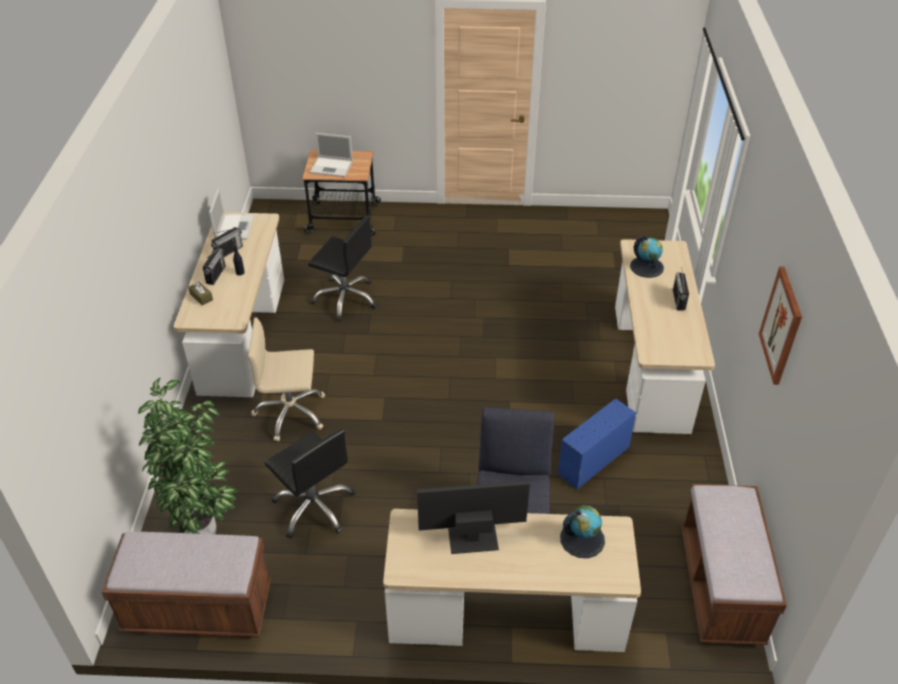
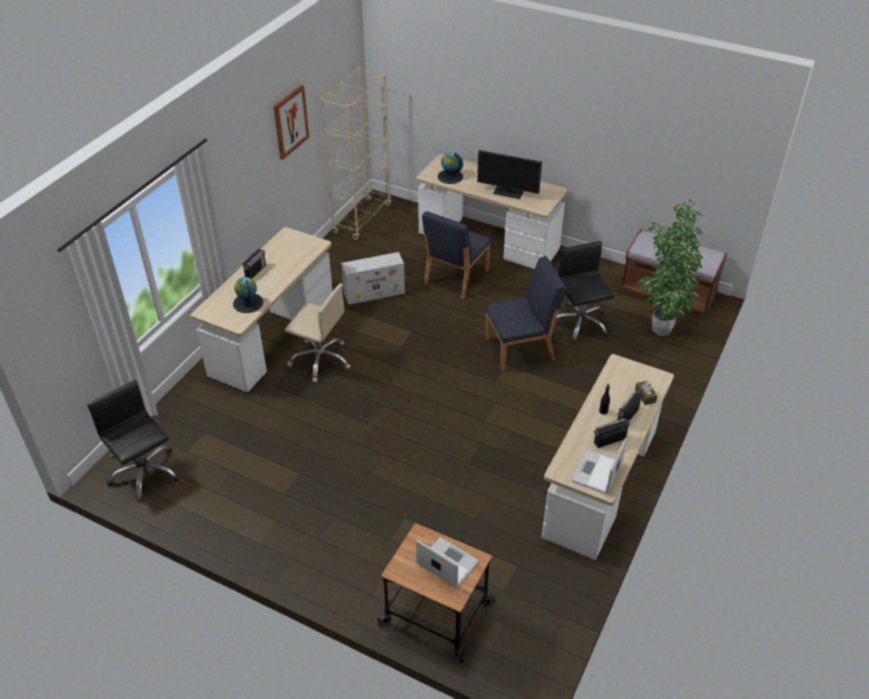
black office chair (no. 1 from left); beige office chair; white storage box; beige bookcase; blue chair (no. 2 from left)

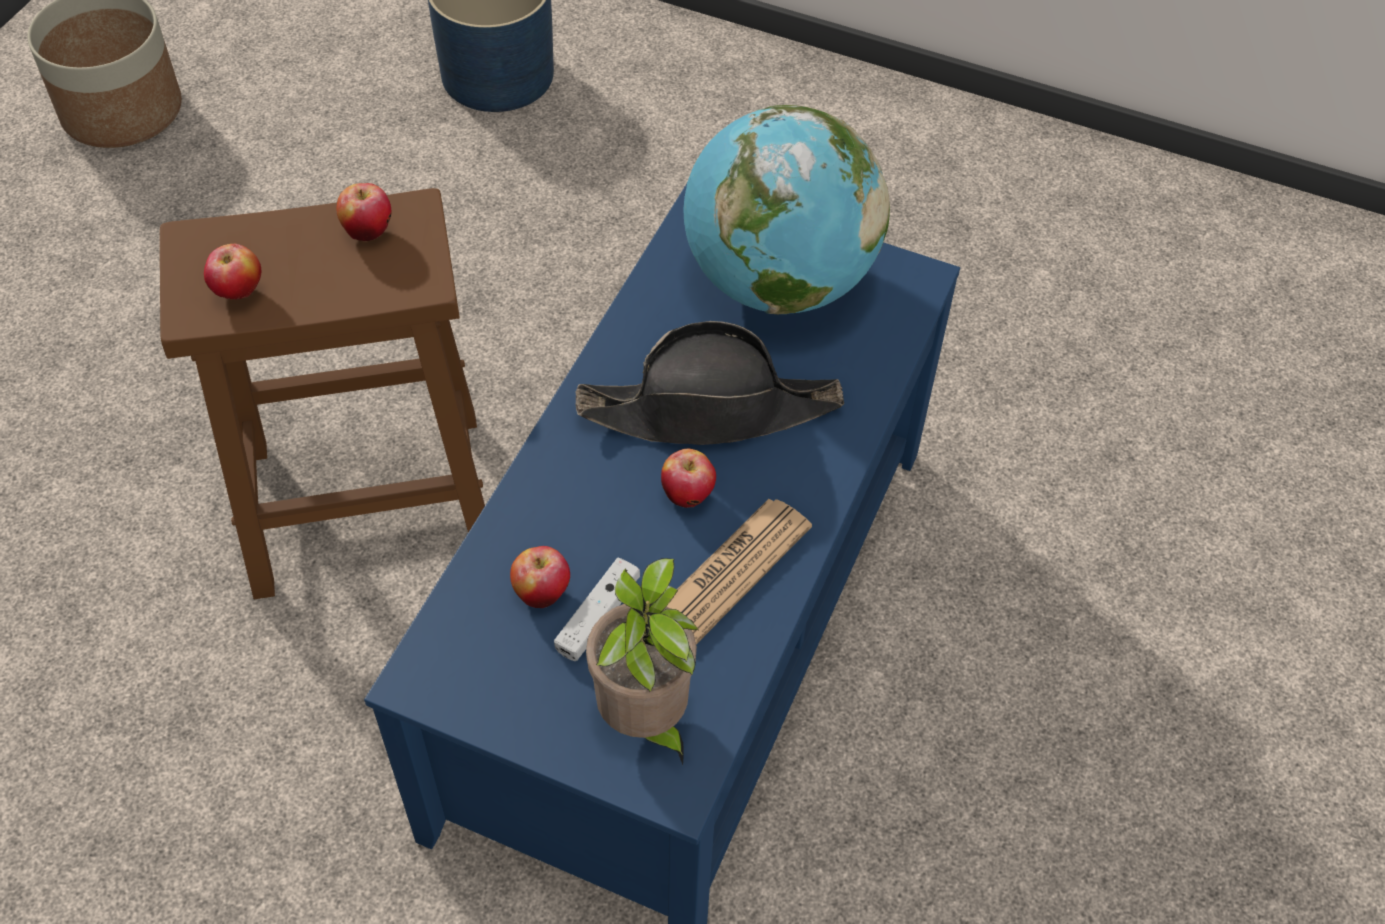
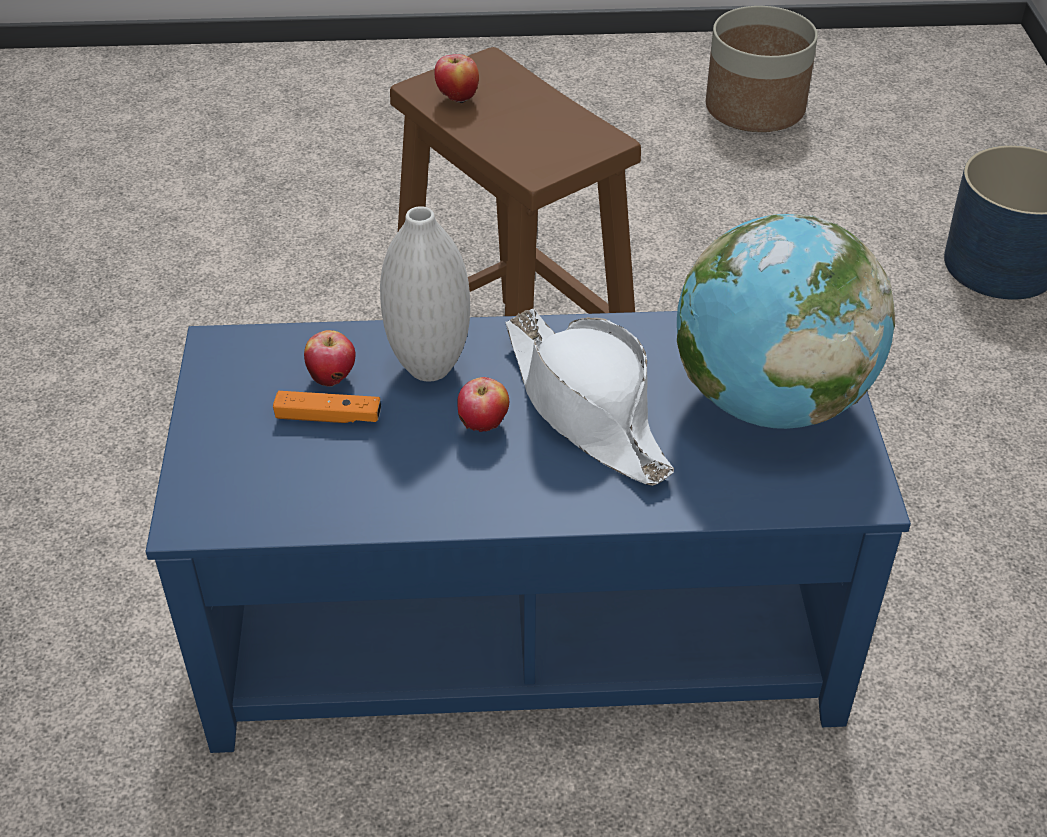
apple (no. 2 from left in the first image); white hat; newspaper; orange game controller; potted plant; white vase

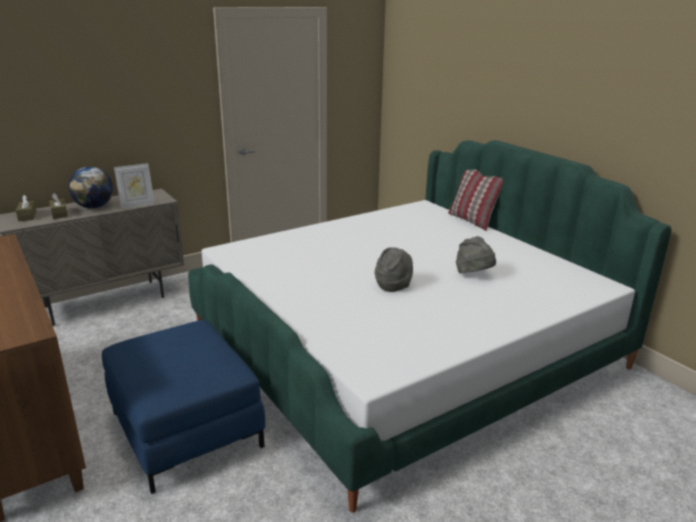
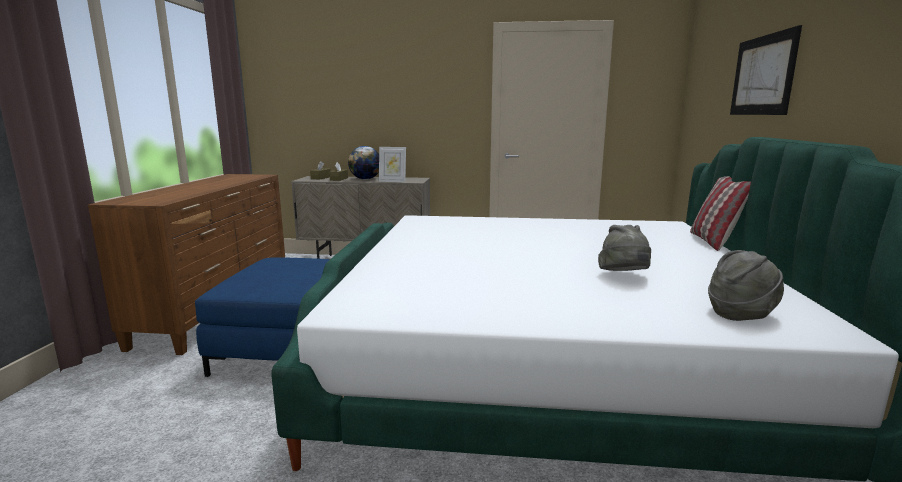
grey hat (no. 2 from left); picture

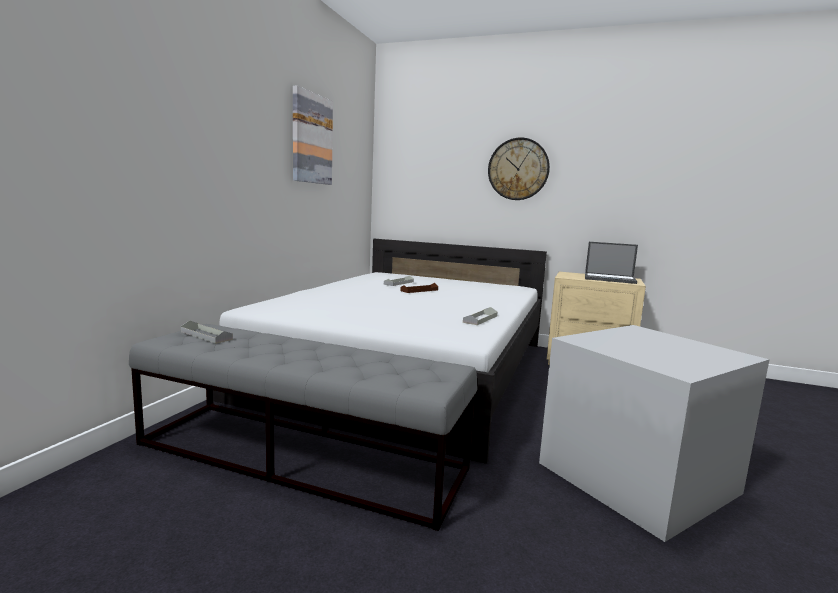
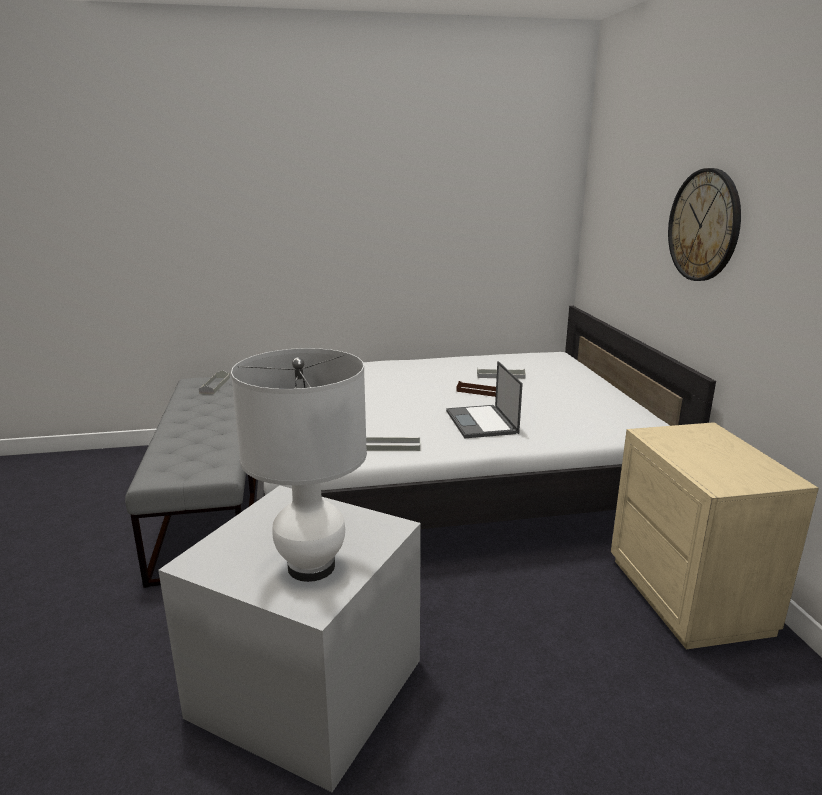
picture; laptop; white table lamp

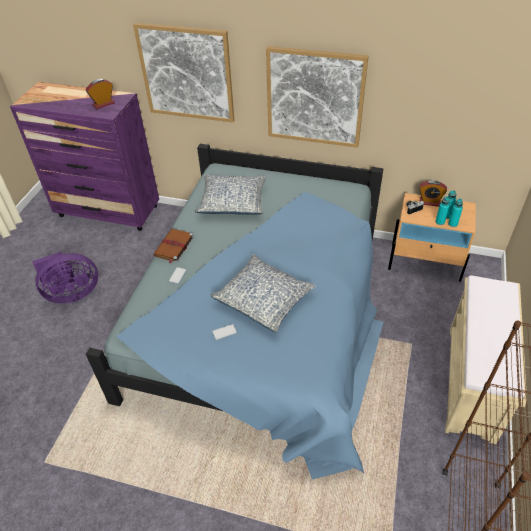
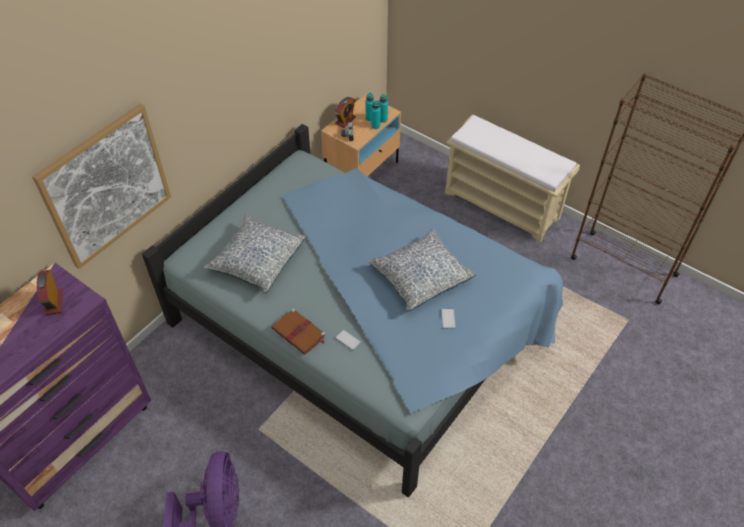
picture (no. 2 from left in the first image)

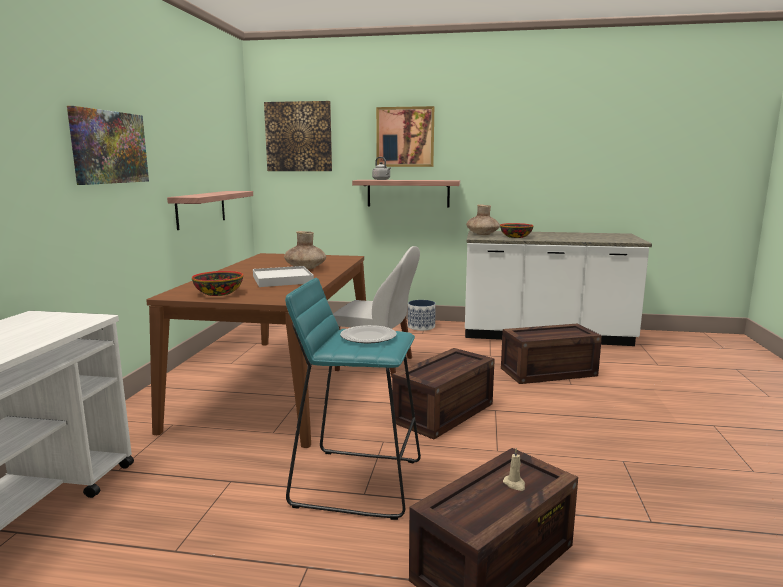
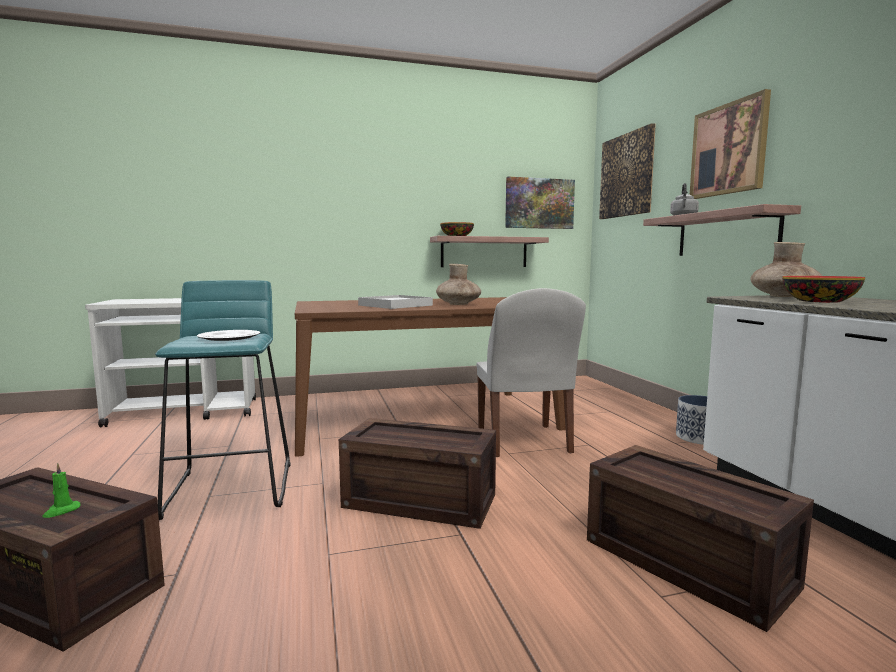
picture (no. 1 from left); bowl (no. 1 from left); green candle

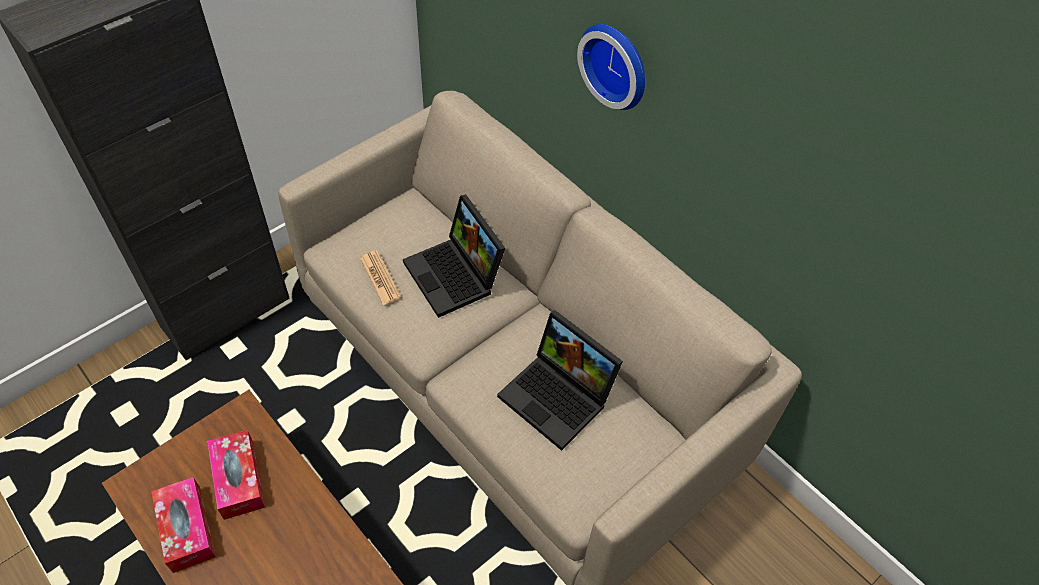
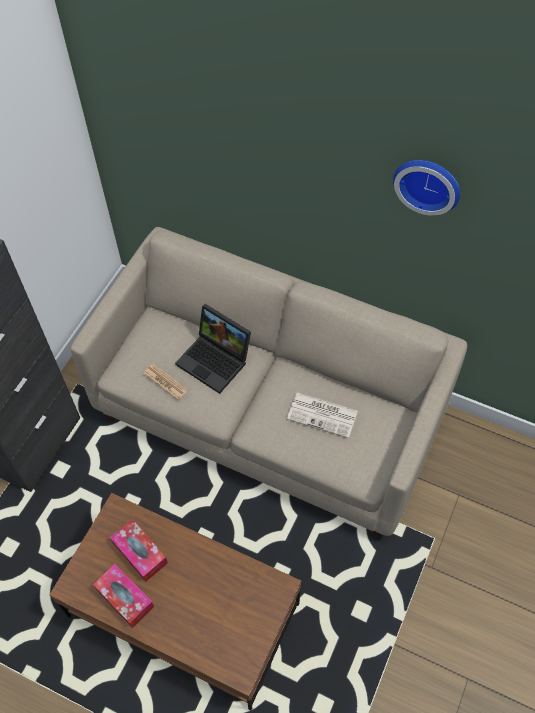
wall clock; newspaper (no. 2 from left)

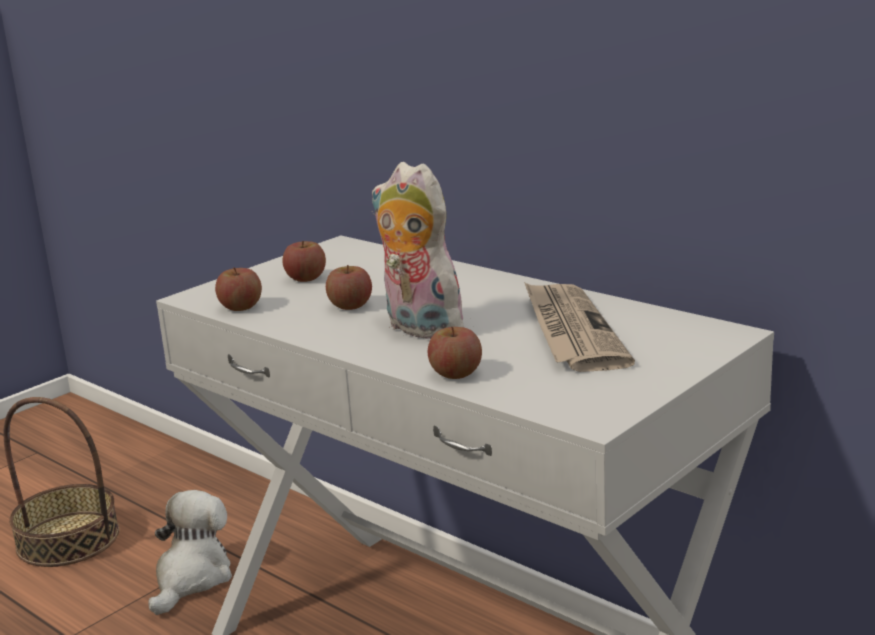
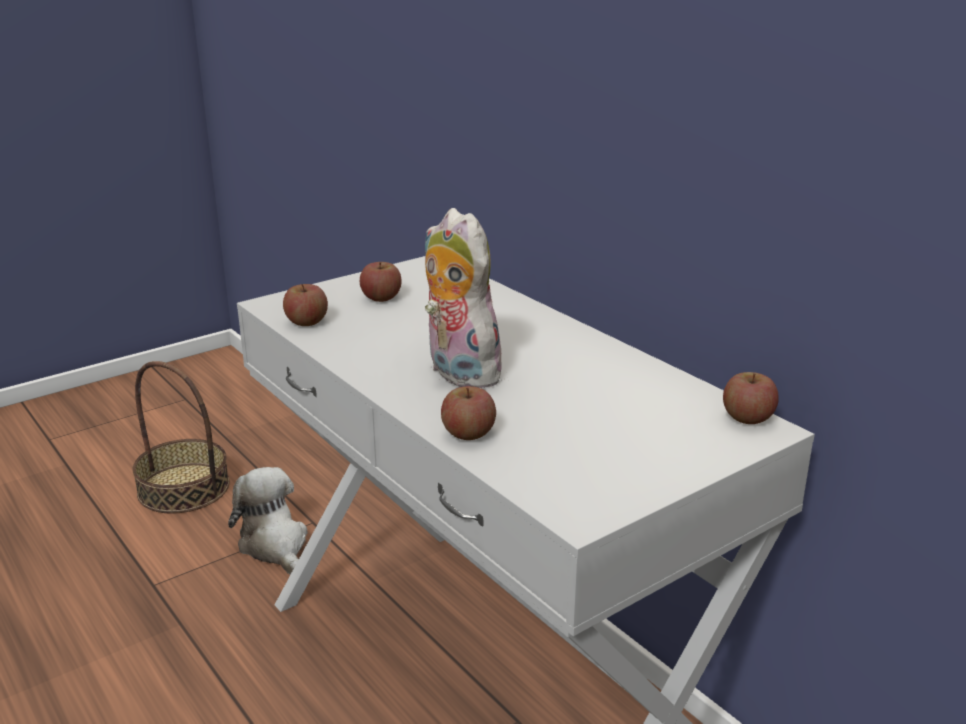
apple (no. 4 from left); newspaper; plush toy (no. 1 from left)

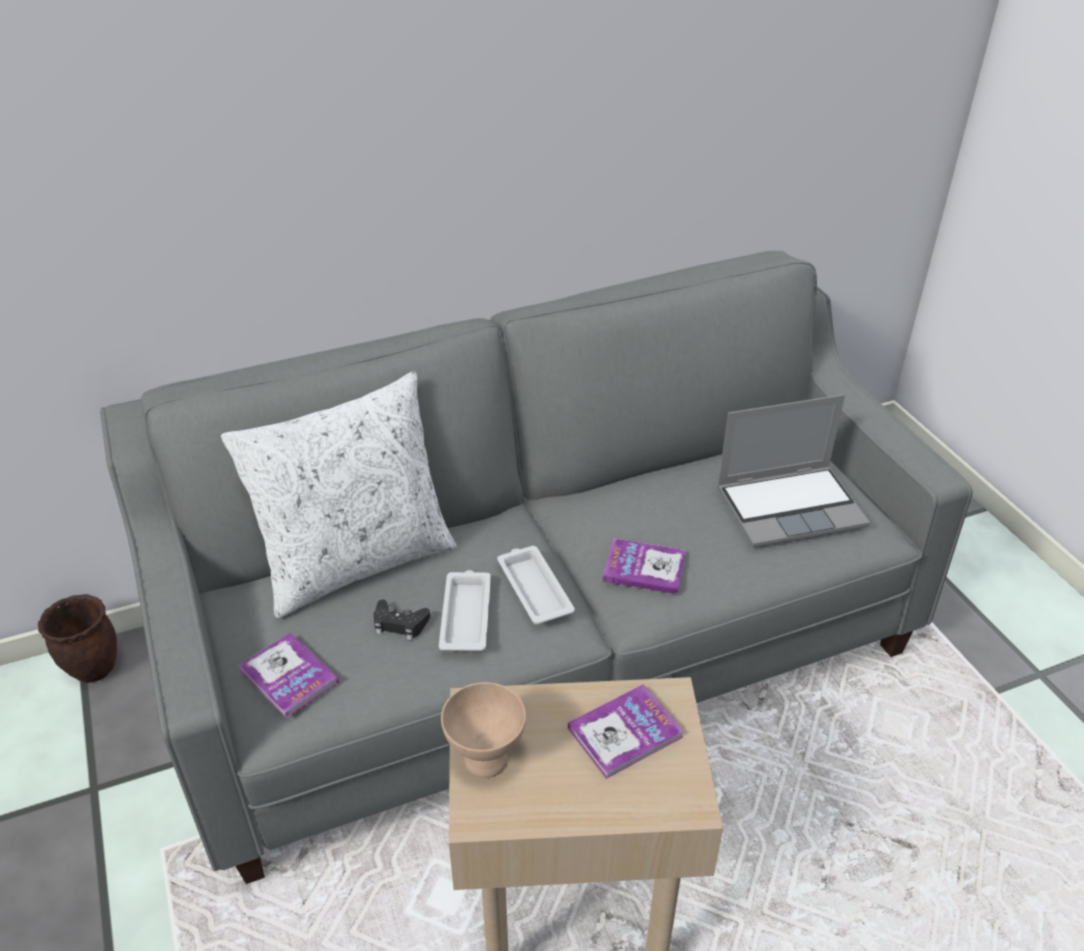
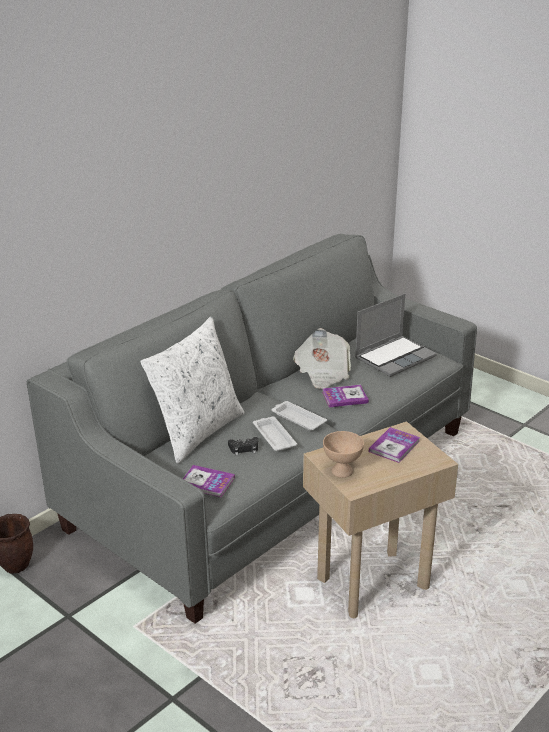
newspaper

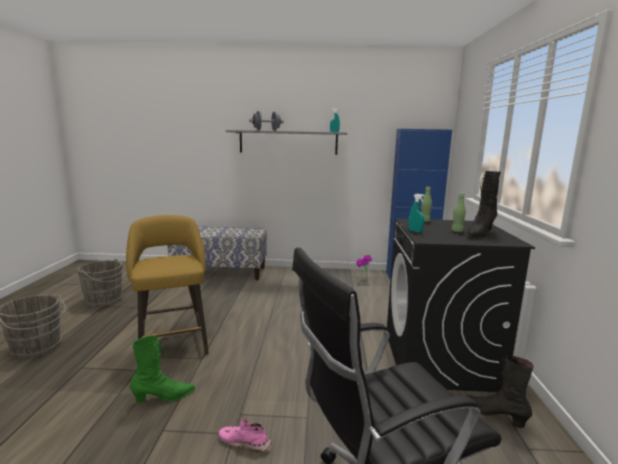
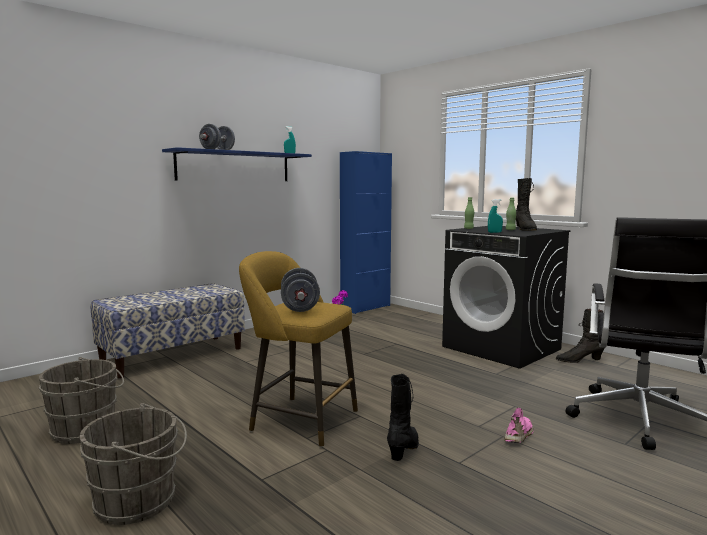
blue shelf; black boot (no. 1 from left); pink shoe; grey dumbbell (no. 2 from left)

